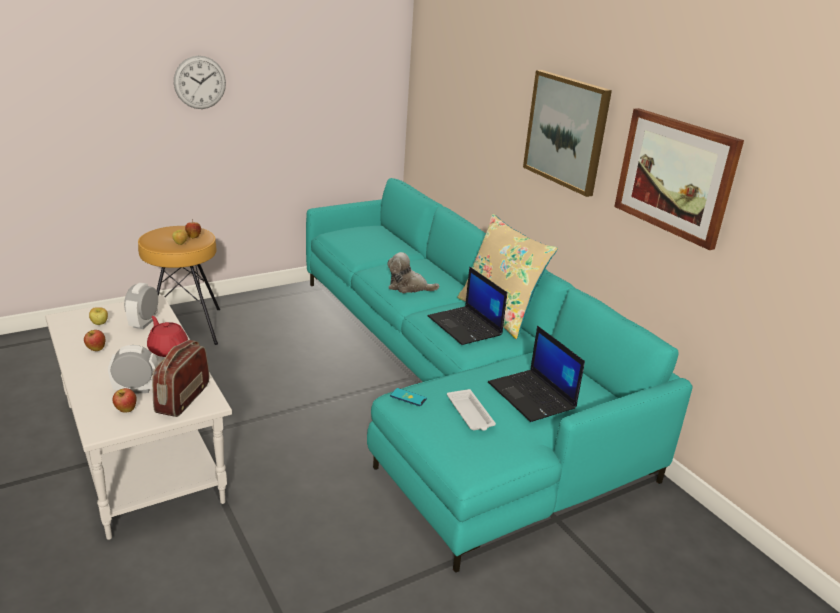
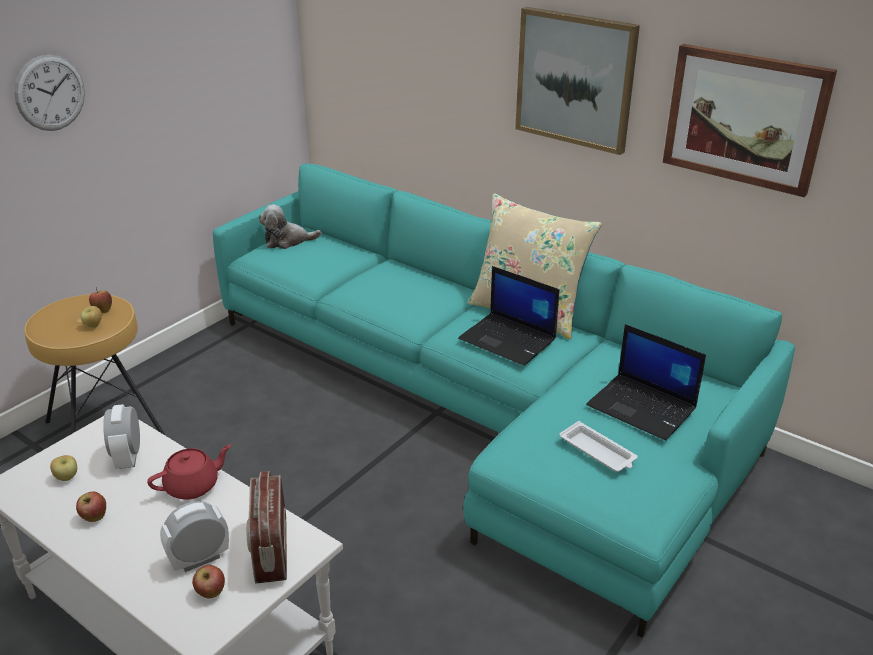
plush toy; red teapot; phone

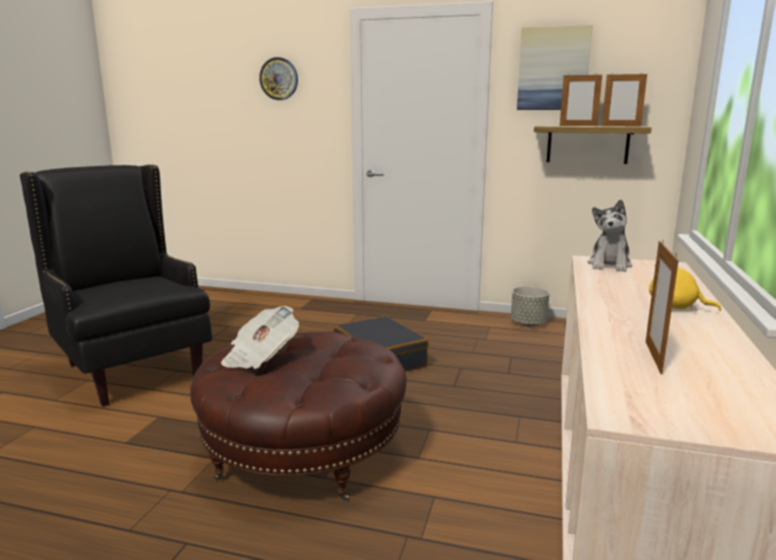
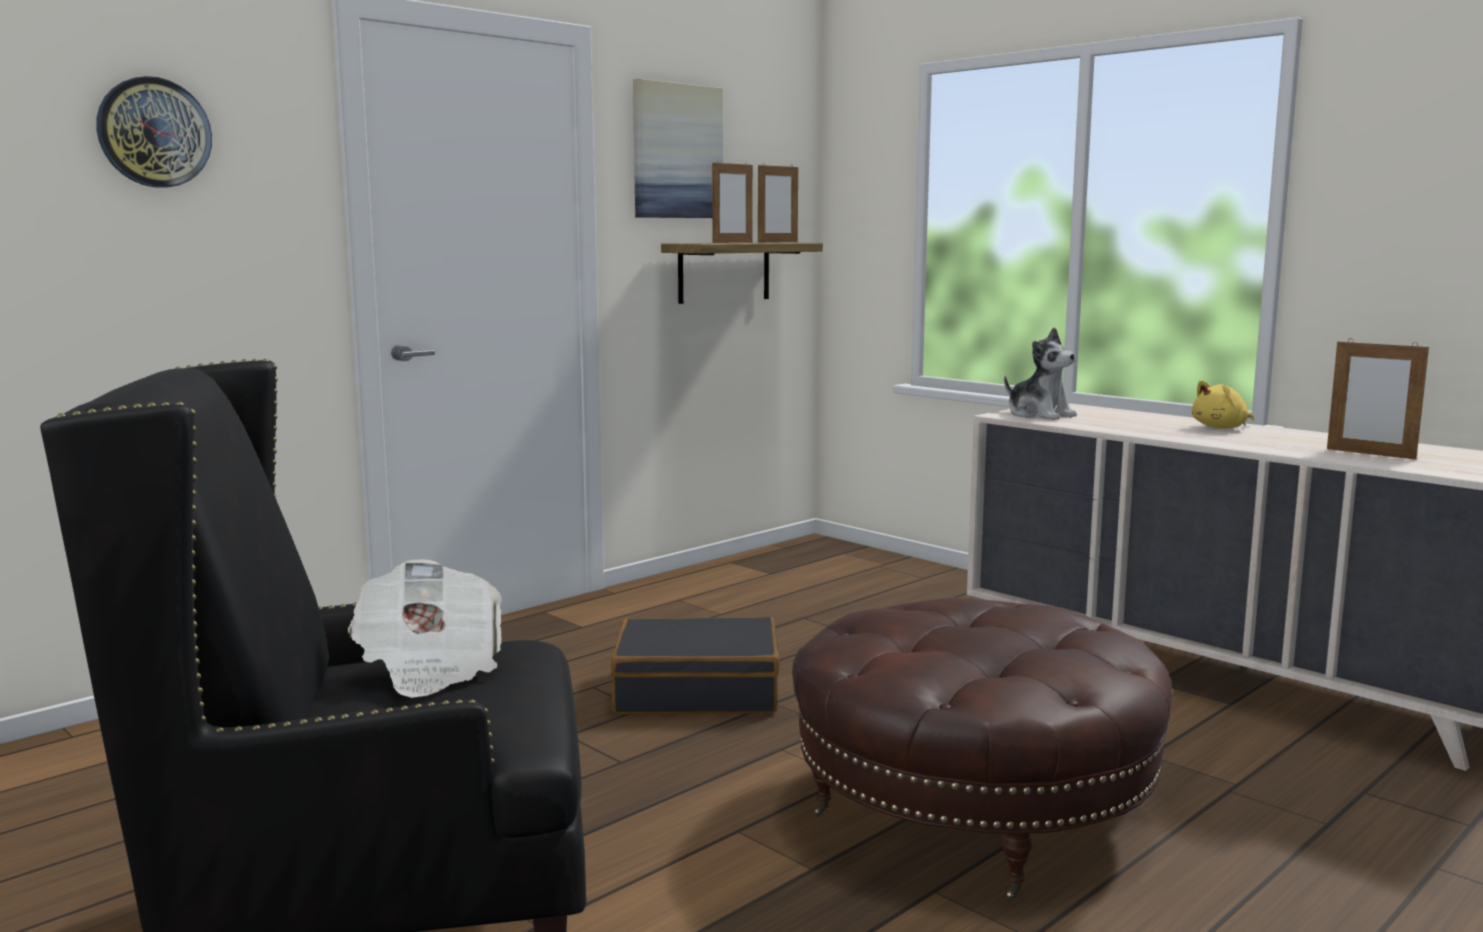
grey planter; newspaper

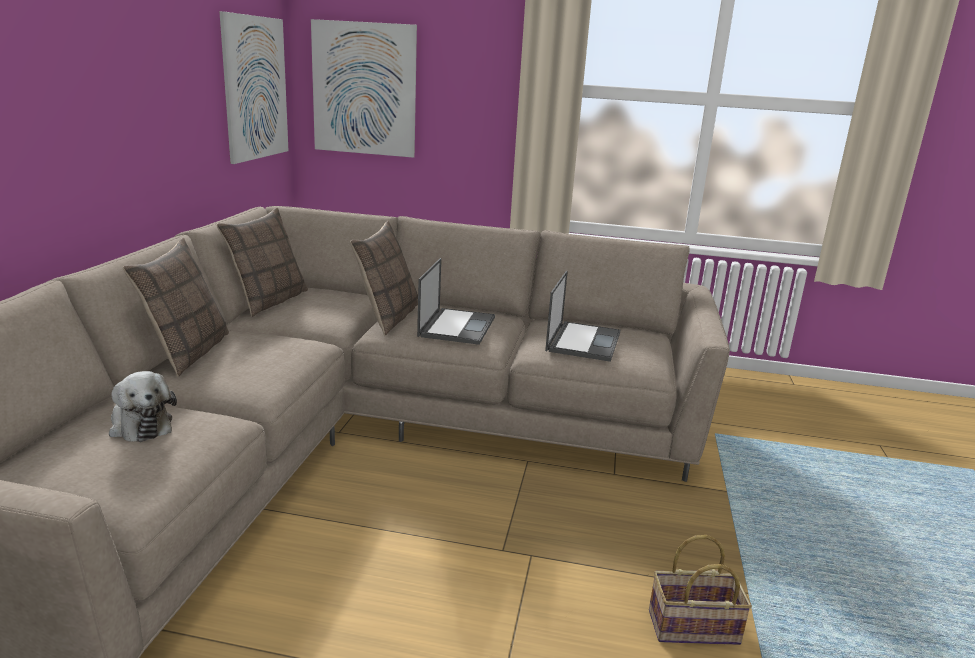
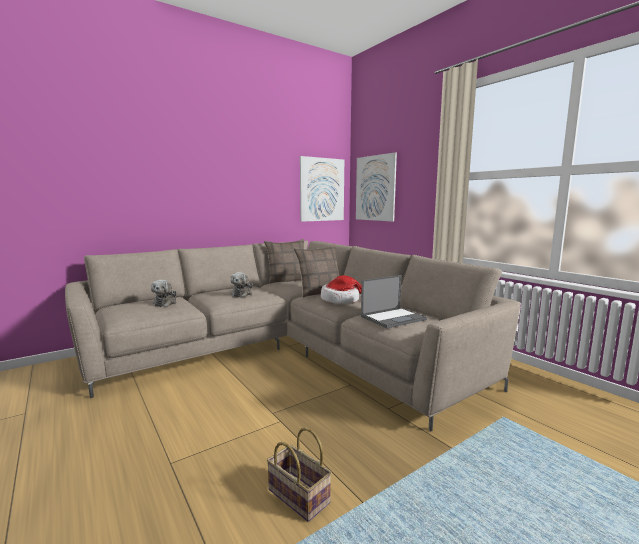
pillow (no. 1 from left in the first image); hat; plush toy (no. 2 from left)

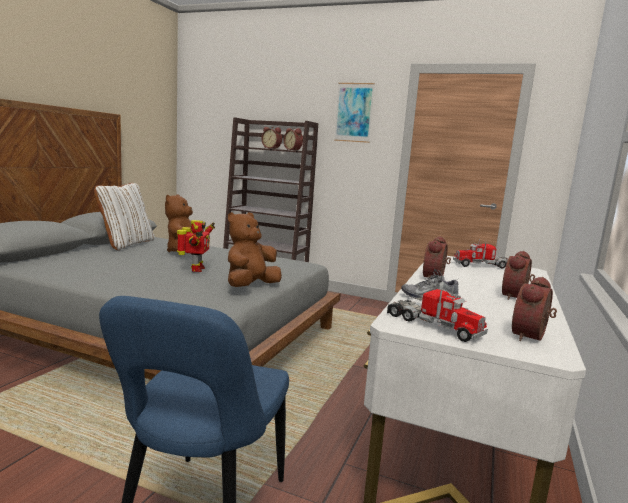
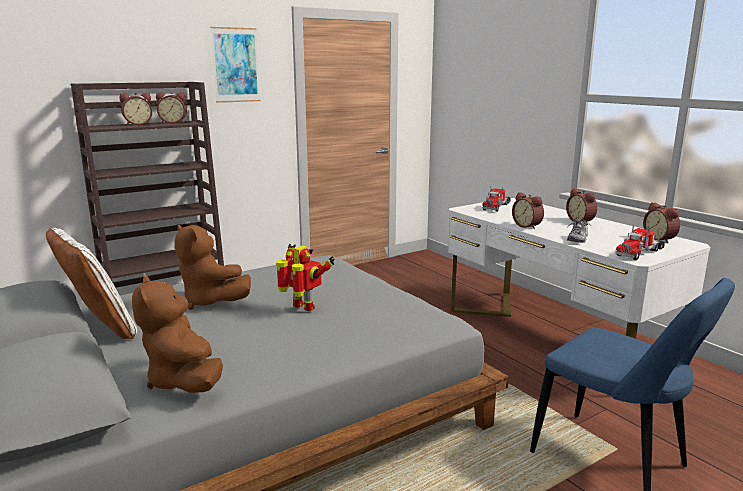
brown plush toy (no. 1 from left); toy truck (no. 2 from left)

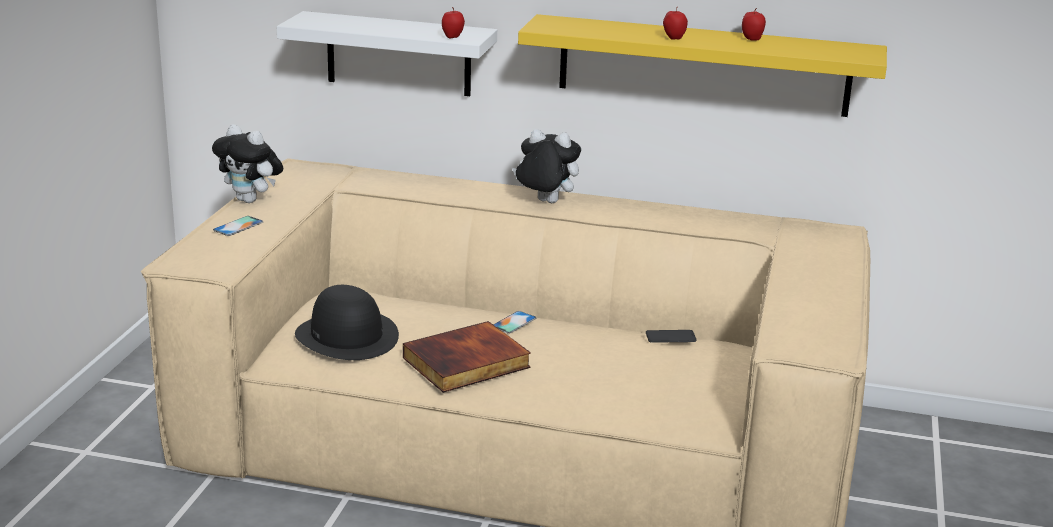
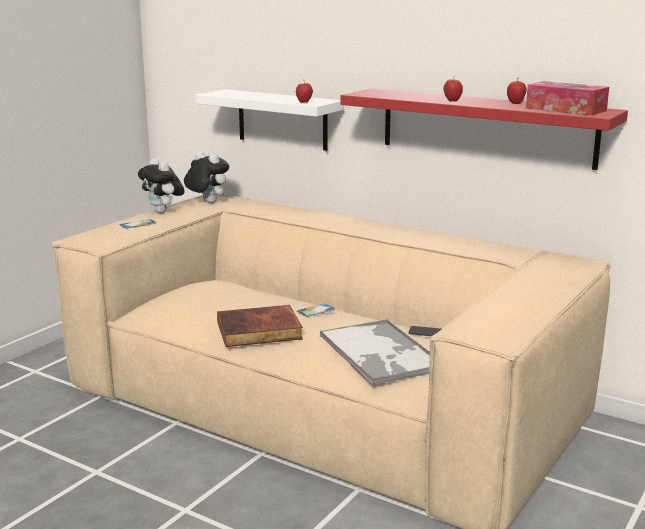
red shelf; plush toy (no. 2 from left); black hat; tissue box; tray

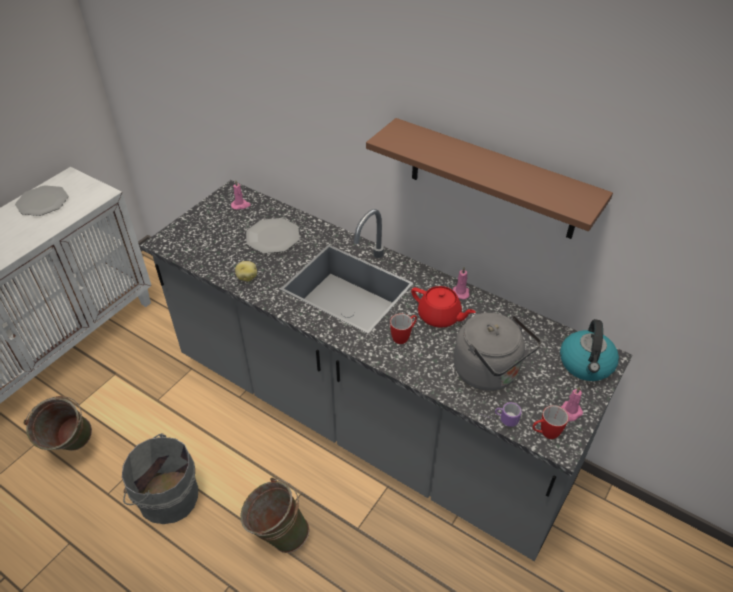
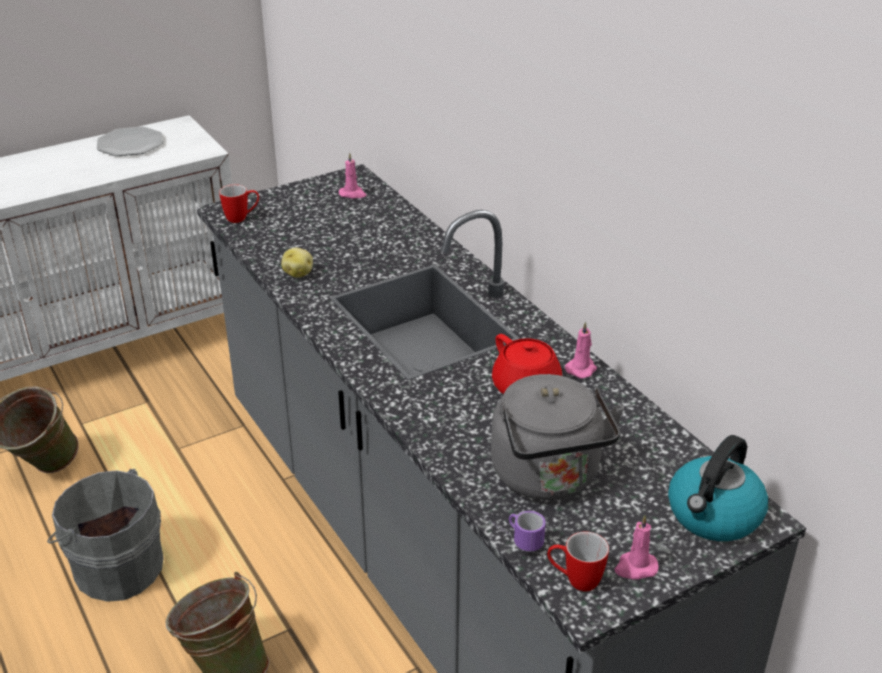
brown shelf; plate (no. 2 from left in the first image); mug (no. 1 from left)

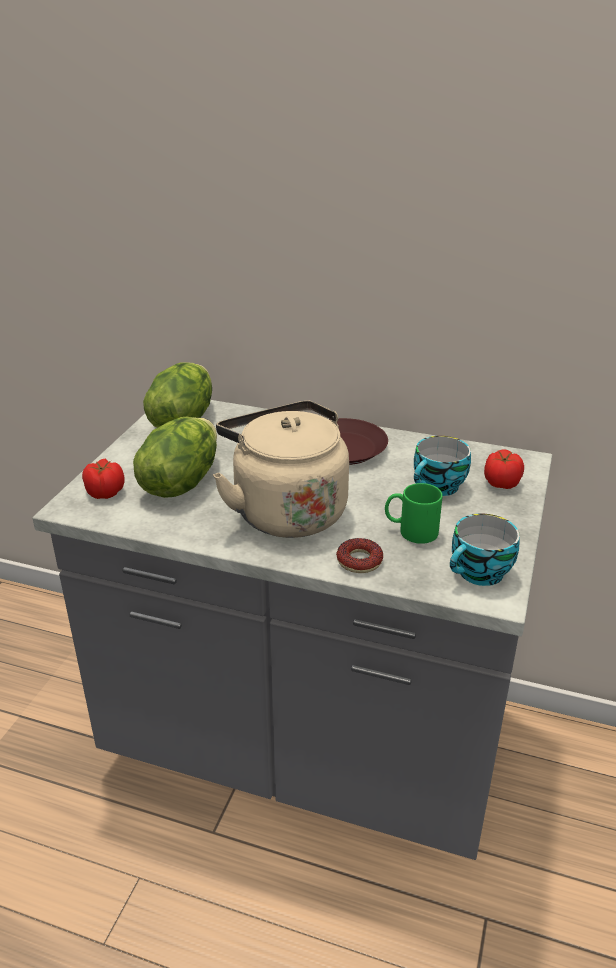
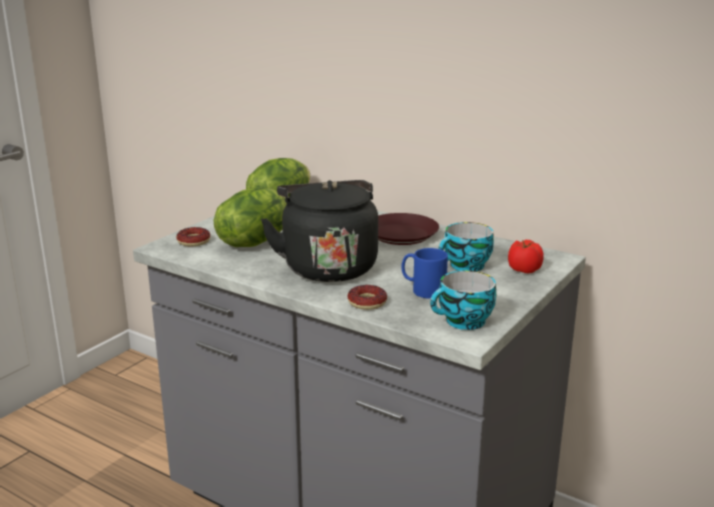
black kettle; donut (no. 1 from left); blue mug

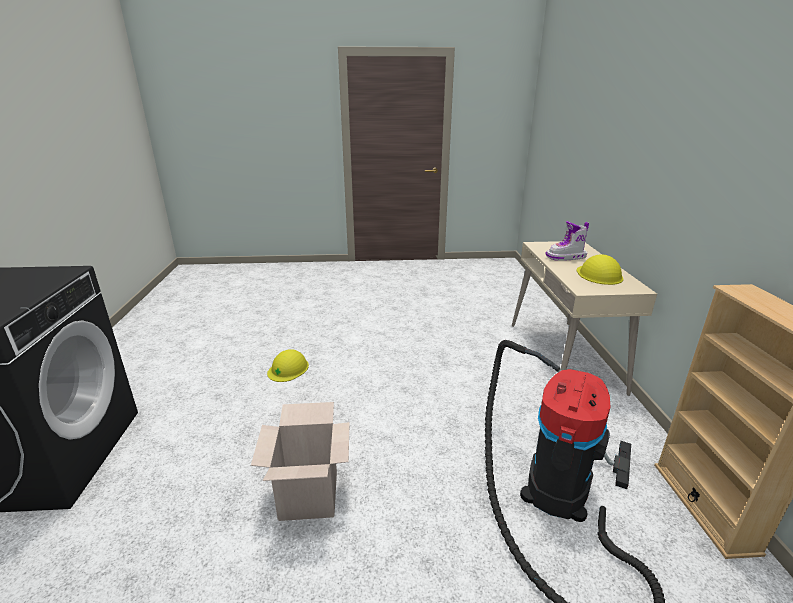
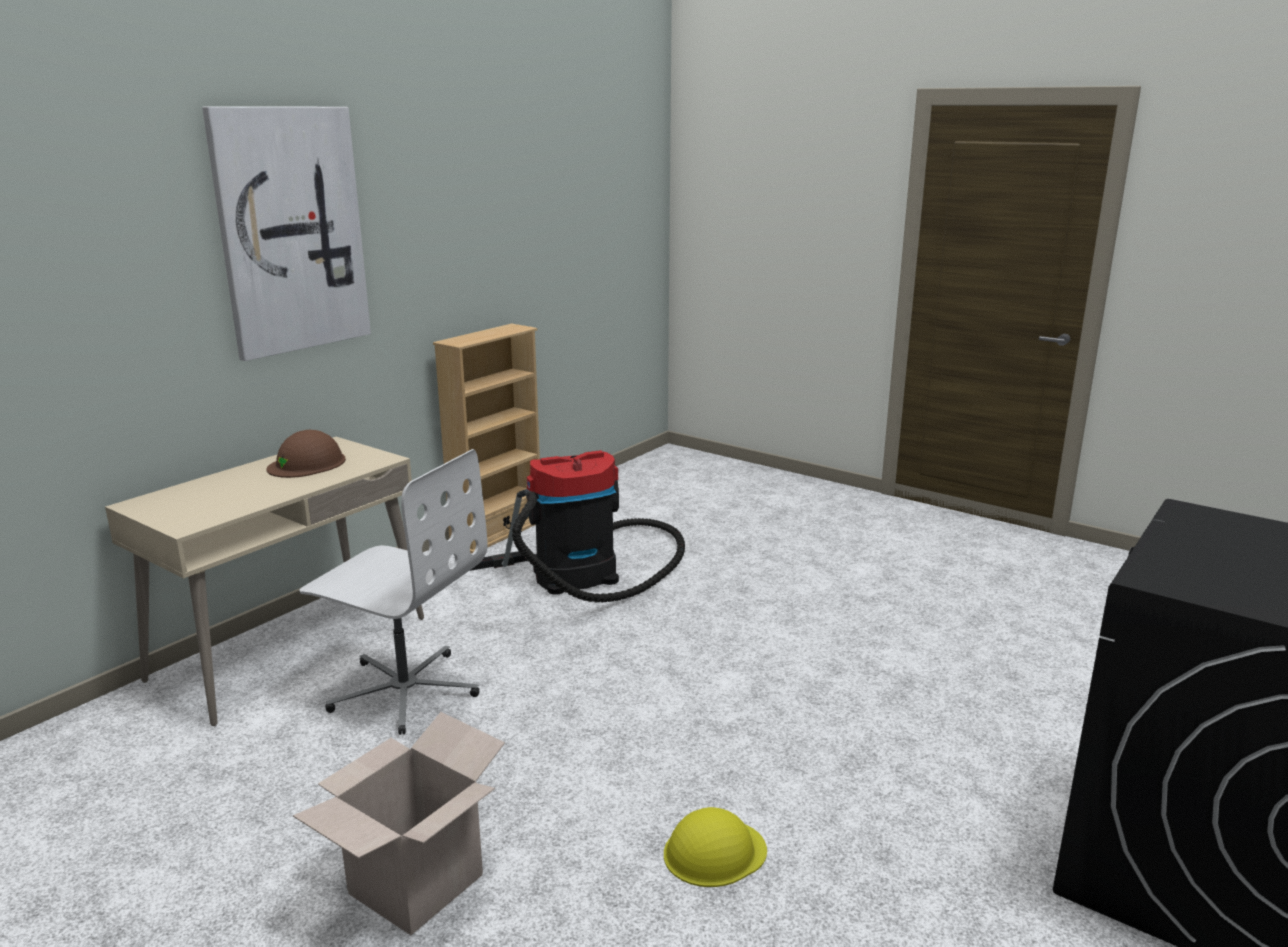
boot; brown hard hat; cardboard box; picture; white office chair

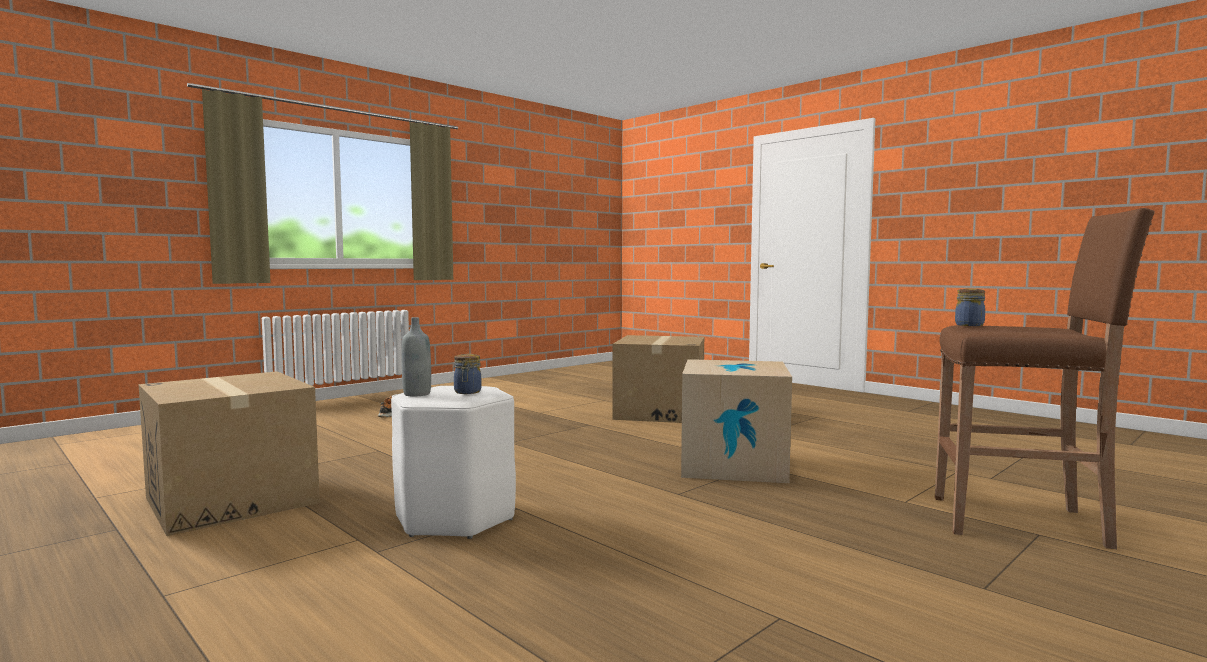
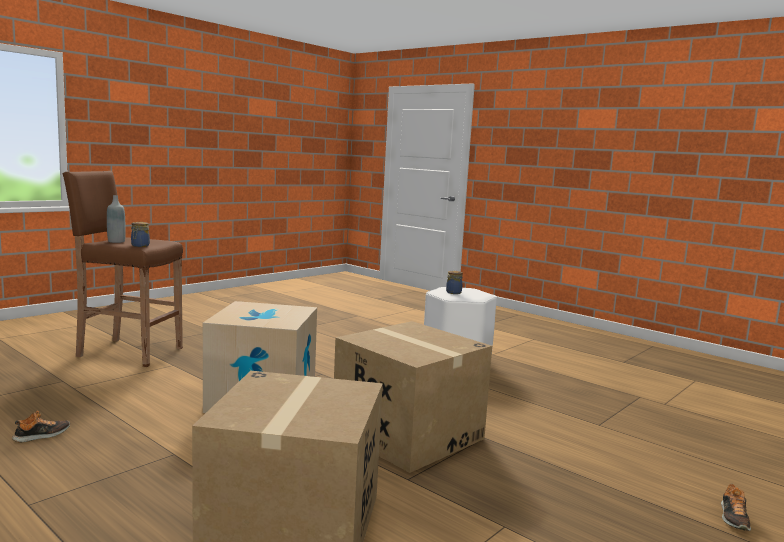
grey bottle; cardboard box (no. 3 from left); shoe (no. 1 from left)

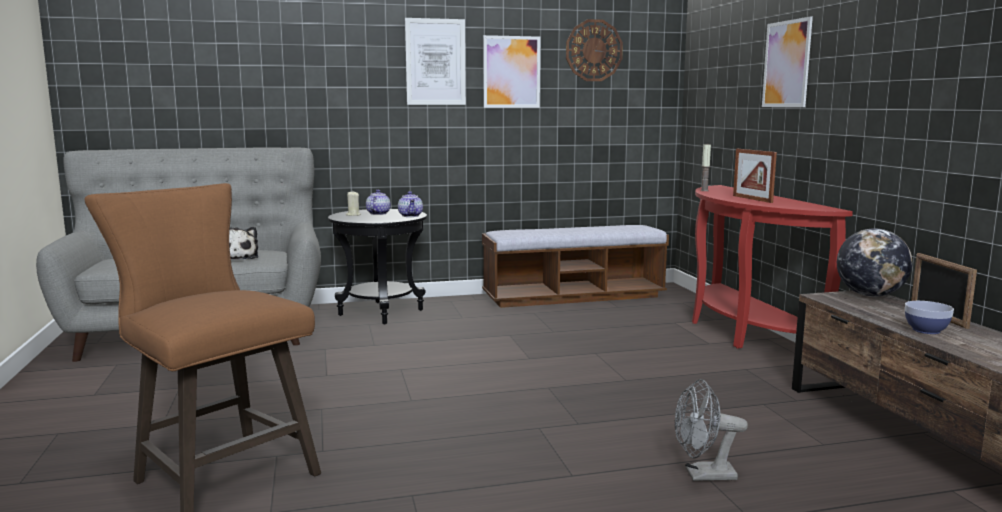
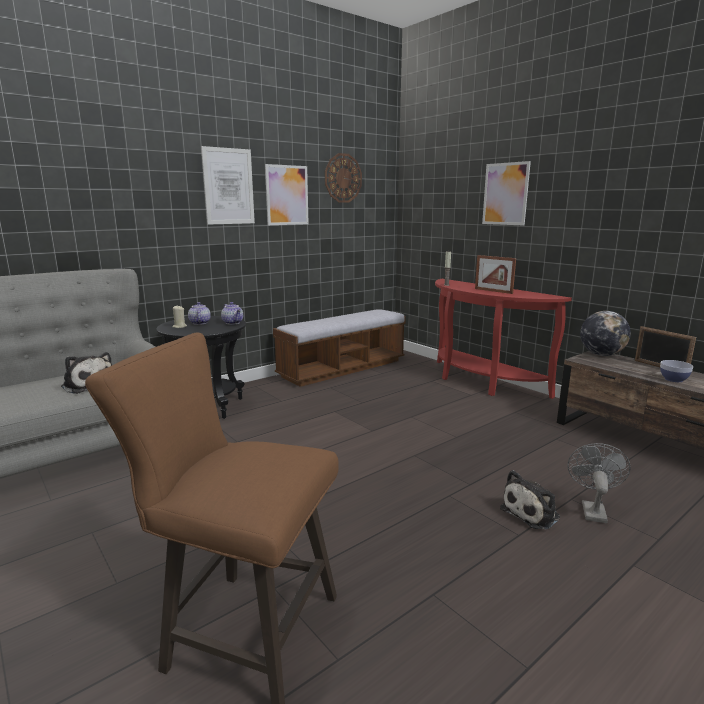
grey fan; plush toy (no. 2 from left)

